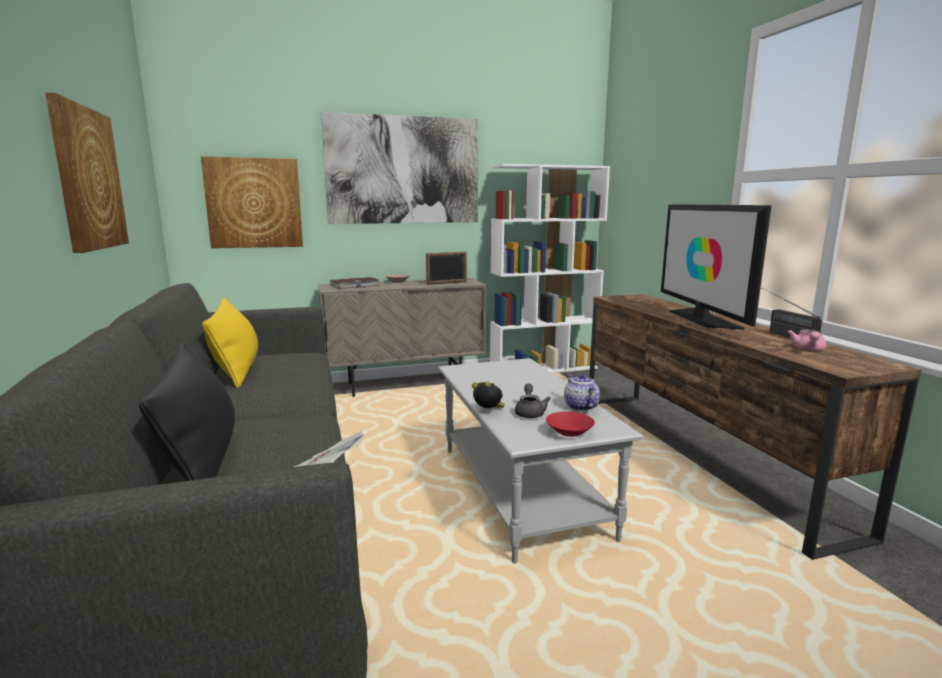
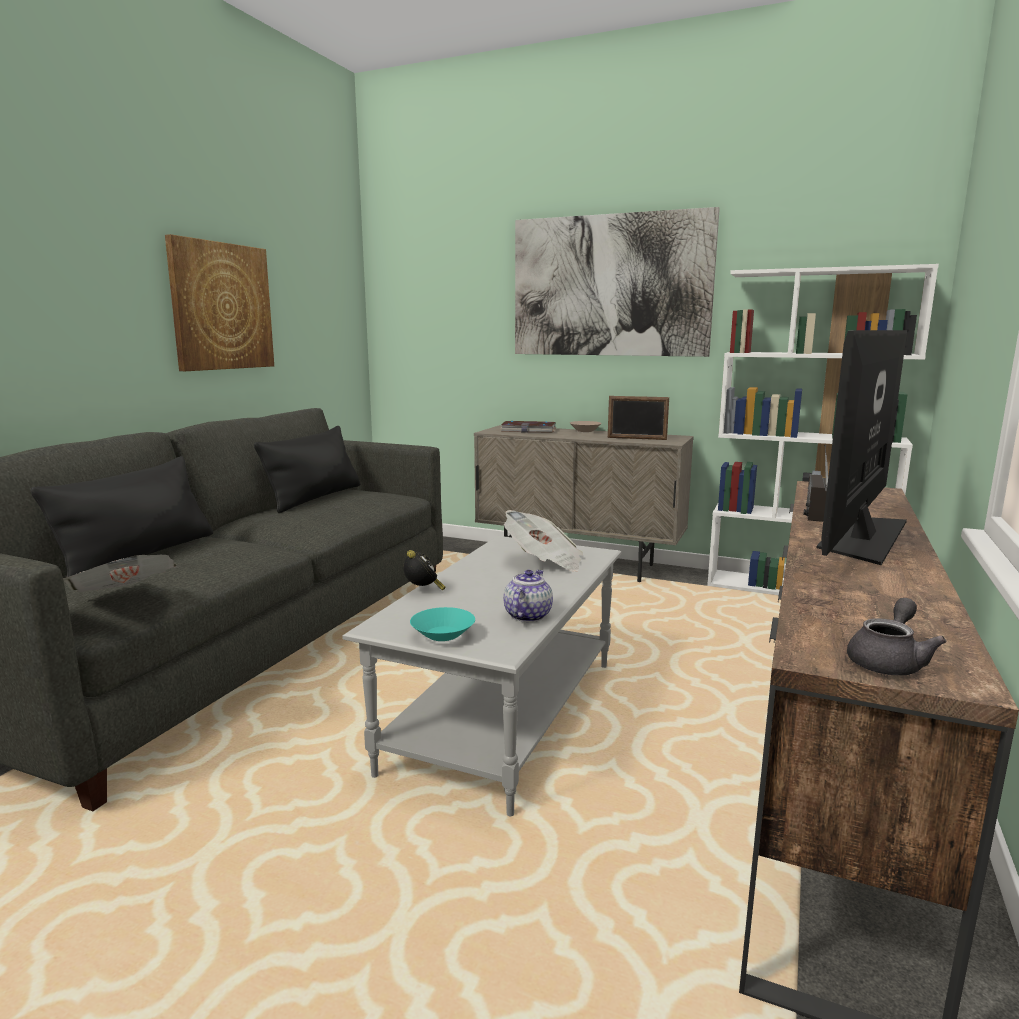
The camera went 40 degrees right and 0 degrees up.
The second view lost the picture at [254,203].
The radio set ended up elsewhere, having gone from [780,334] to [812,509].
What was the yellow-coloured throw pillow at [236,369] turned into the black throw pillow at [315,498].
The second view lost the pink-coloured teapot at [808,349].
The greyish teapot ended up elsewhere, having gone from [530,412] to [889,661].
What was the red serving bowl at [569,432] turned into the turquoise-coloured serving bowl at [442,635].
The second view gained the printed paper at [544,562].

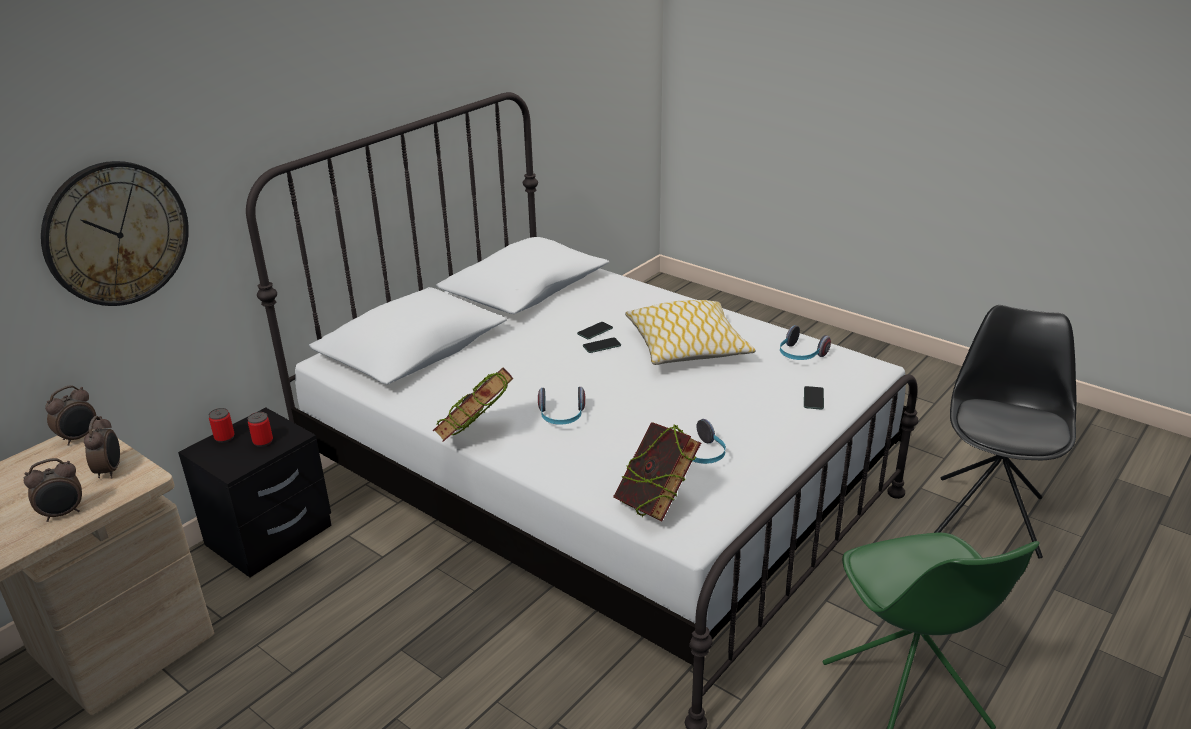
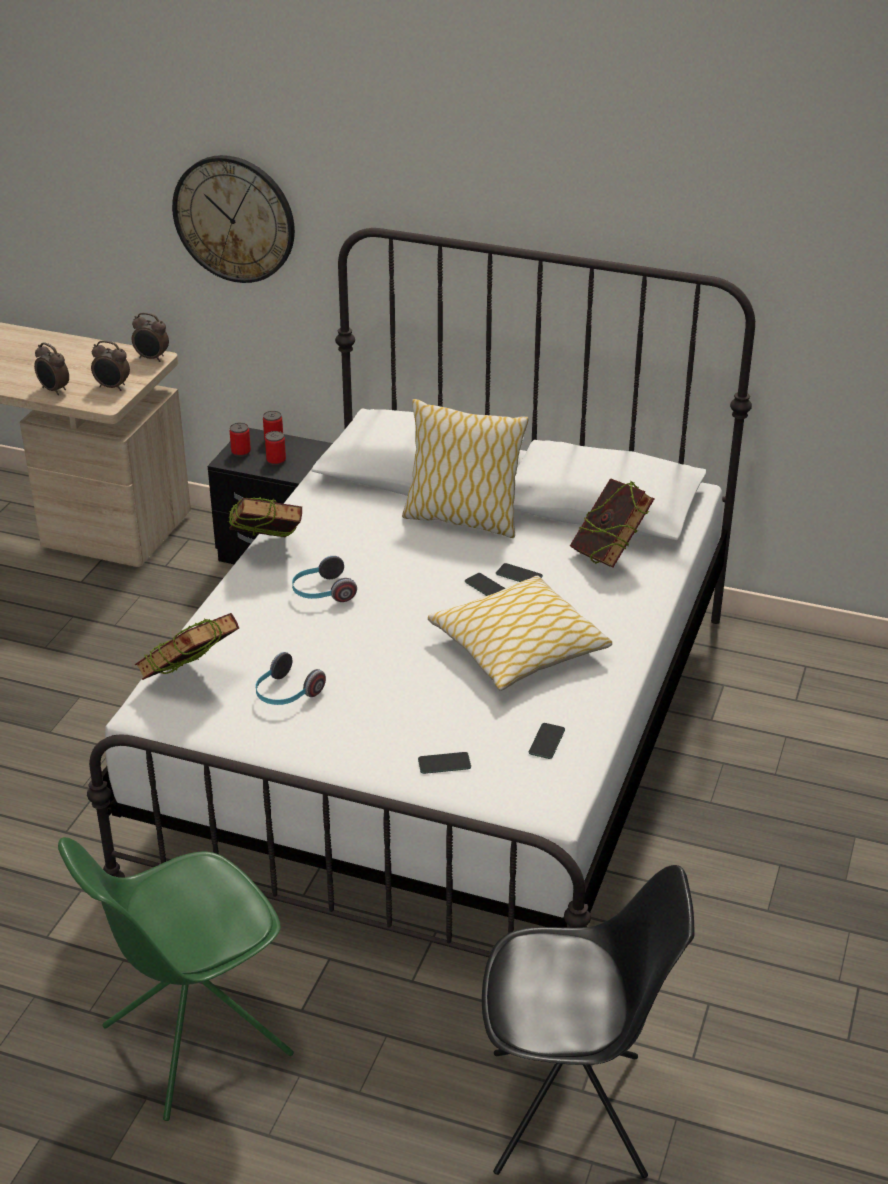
The camera went 70 degrees right and 5 degrees up.
Where the headphones stood at [800,356], the telephone came to stand at [546,741].
The alarm clock at [110,470] ended up facing another way, 45 degrees clockwise from before.
The second view gained the throw pillow at [462,519].
The second view gained the sealed can at [241,452].
The second view gained the volume at [609,555].

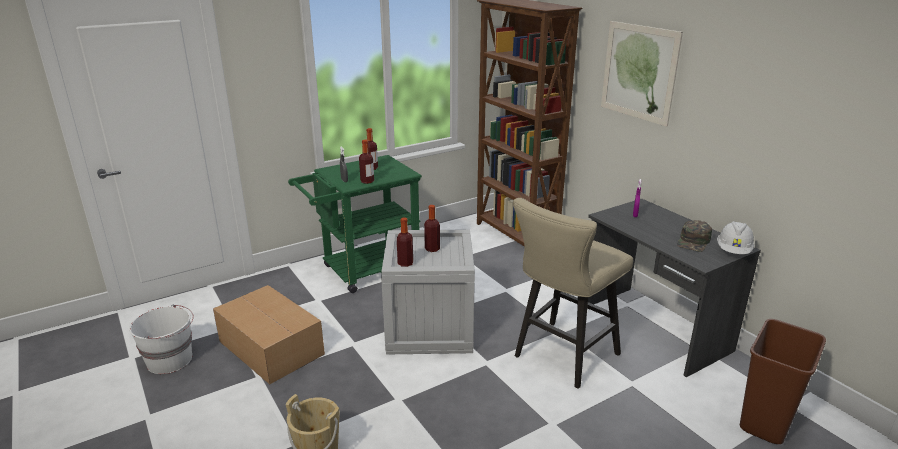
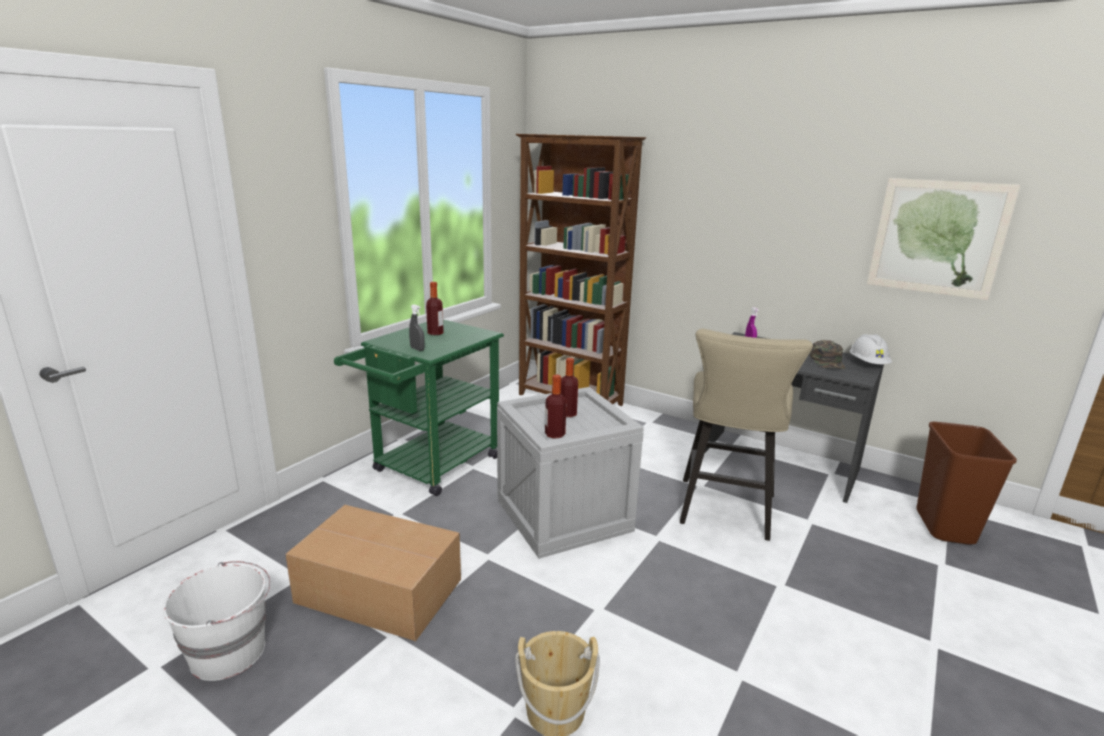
The camera went 25 degrees left and 5 degrees down.
The picture ended up elsewhere, having gone from [639,72] to [937,238].
The second view lost the drink bottle at [367,181].

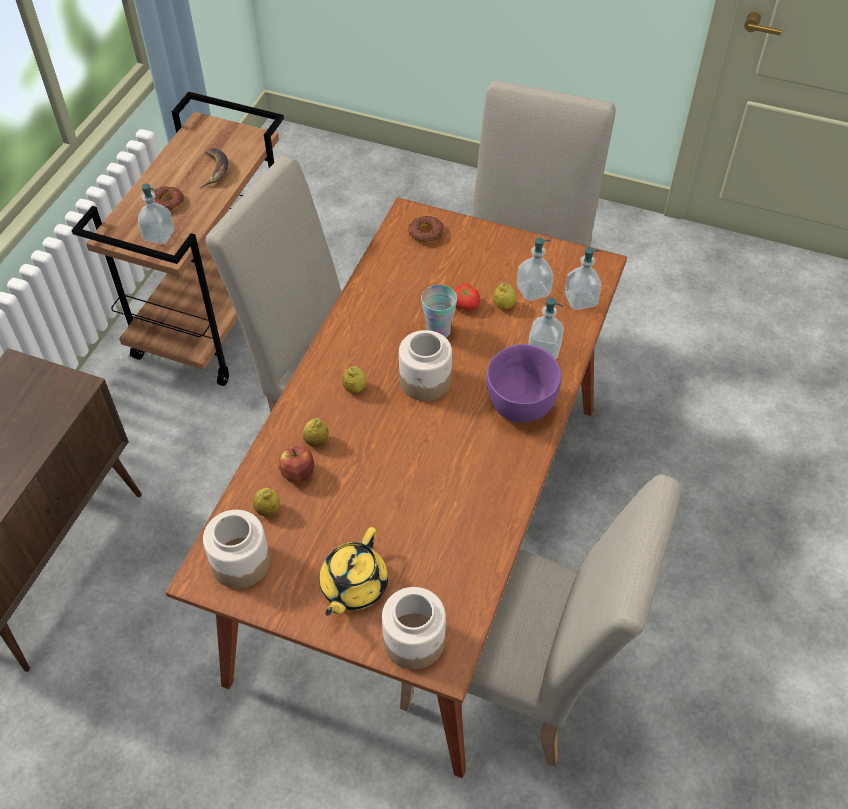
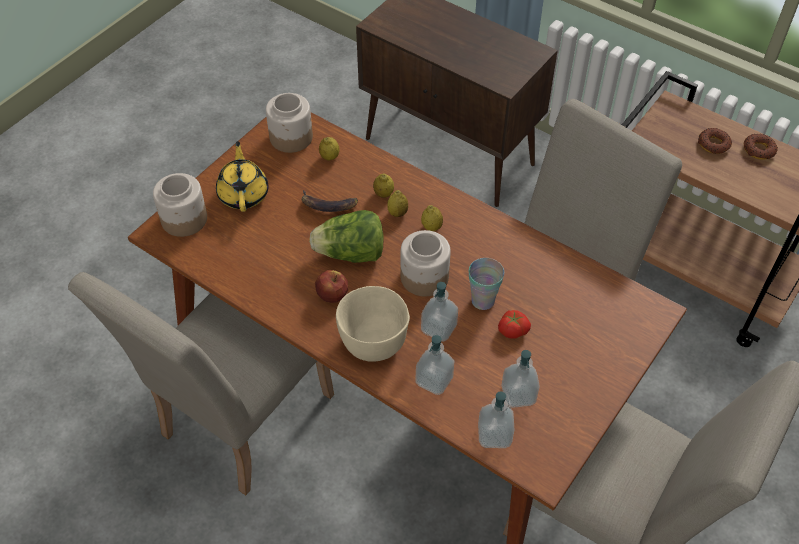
The camera went 105 degrees right and 0 degrees up.
The banana fruit ended up elsewhere, having gone from [215,170] to [327,205].
The soap bottle ended up elsewhere, having gone from [159,235] to [439,328].
The donut ended up elsewhere, having gone from [426,233] to [759,150].
The whole lemon ended up elsewhere, having gone from [504,305] to [397,213].
What was the purplish serving bowl at [519,405] turned into the beige serving bowl at [373,341].
The apple fruit ended up elsewhere, having gone from [297,474] to [332,295].
The yellow-coloured teapot at [353,586] ended up facing another way, 45 degrees clockwise from before.
The second view gained the lettuce head at [351,254].

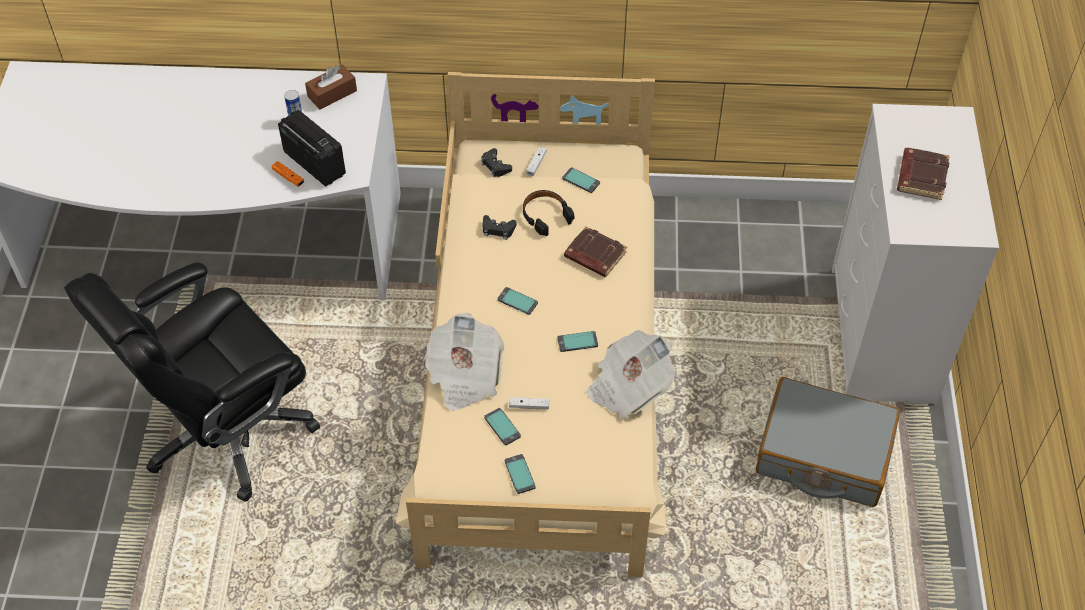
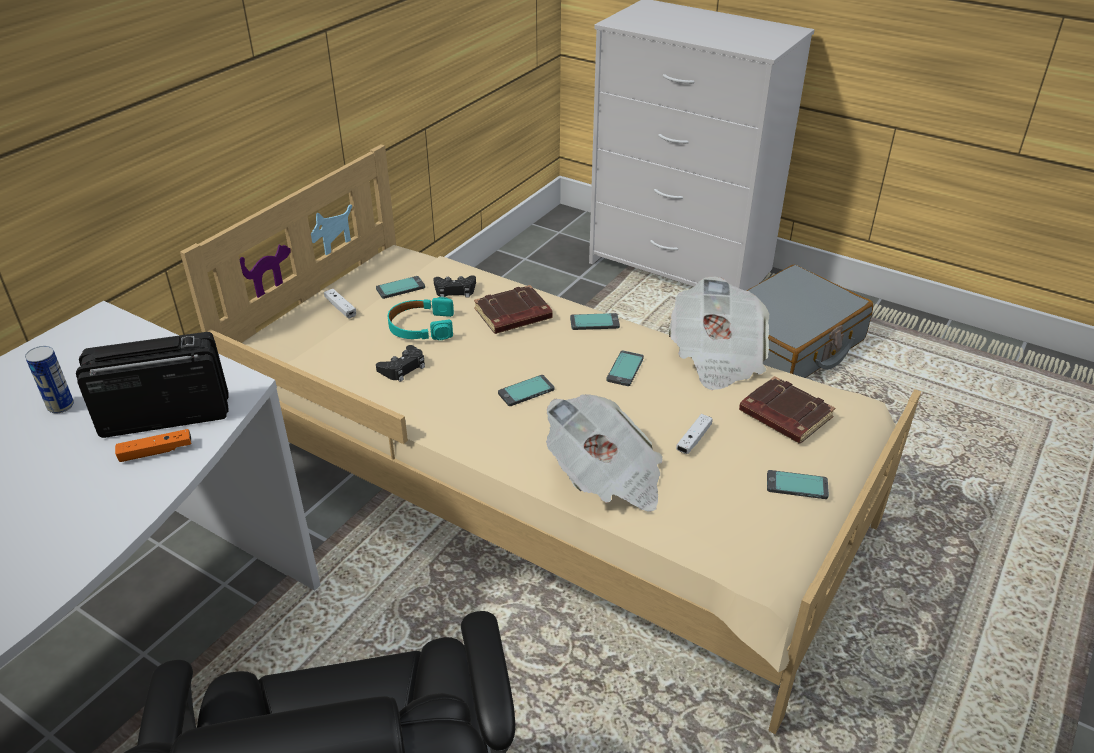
The camera went 60 degrees left and 15 degrees down.
The second view lost the brownish box of tissues at [332,94].
The black game controller ended up elsewhere, having gone from [495,166] to [455,290].
The brownish volume ended up elsewhere, having gone from [921,176] to [783,415].
What was the black headphones at [545,215] turned into the turquoise-coloured headphones at [421,327].
The telephone ended up elsewhere, having gone from [502,427] to [594,322].

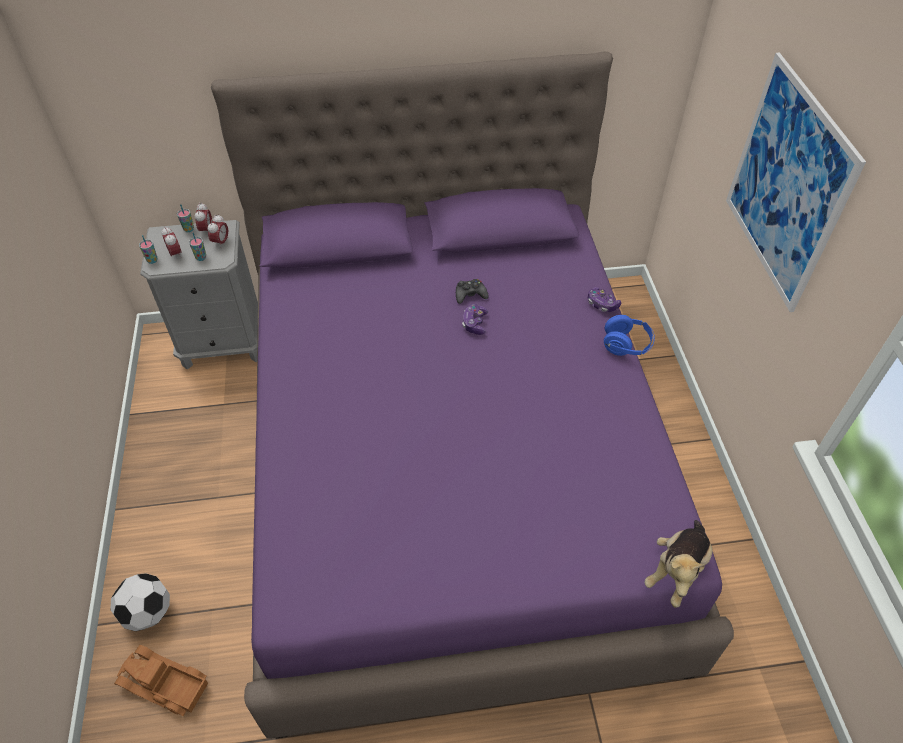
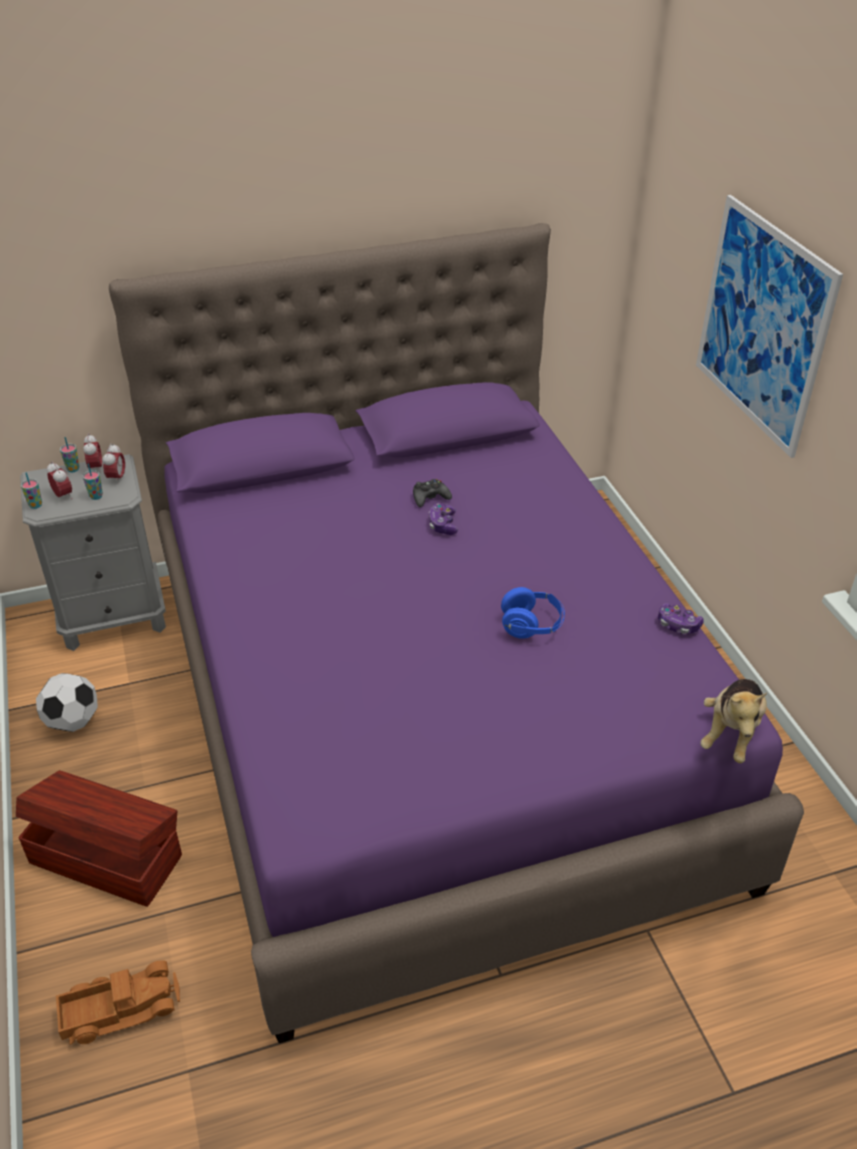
The camera went 10 degrees left and 10 degrees down.
The game controller ended up elsewhere, having gone from [602,304] to [678,625].
The blue-coloured headphones ended up elsewhere, having gone from [626,345] to [531,626].
The ball for football ended up elsewhere, having gone from [148,612] to [73,722].
The toy truck at [164,685] ended up facing another way, 150 degrees clockwise from before.
The second view gained the brownish storage bin at [106,857].

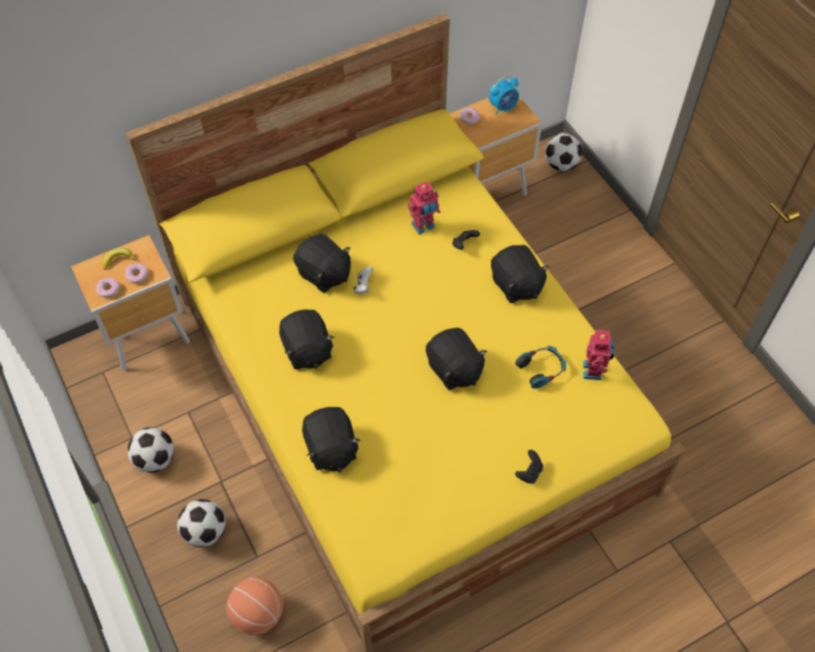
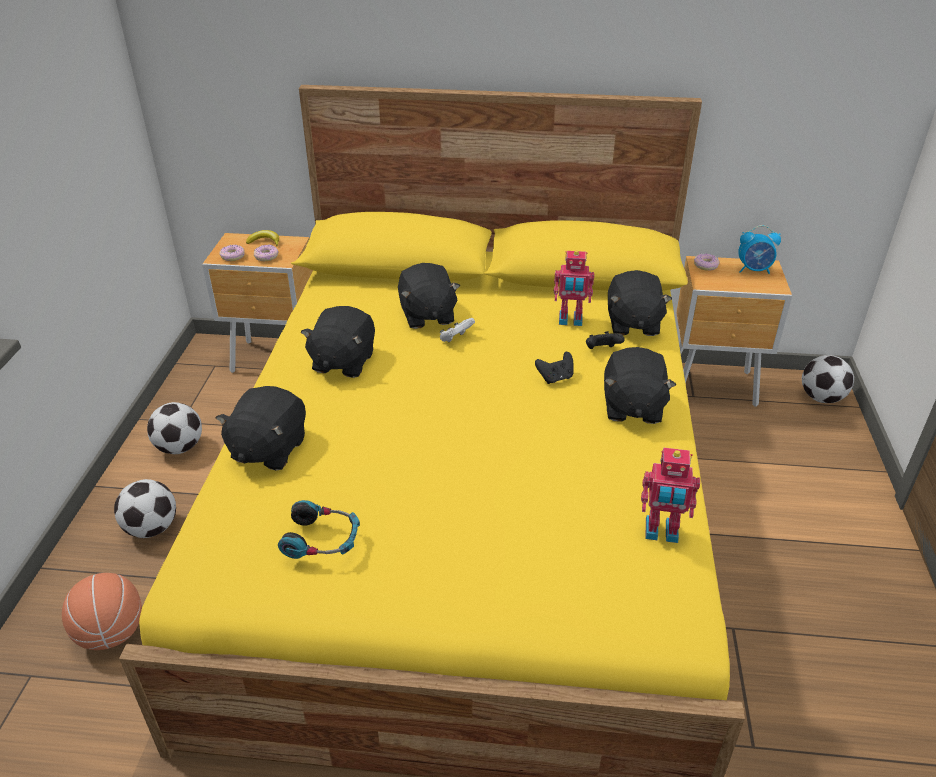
The camera went 35 degrees right and 20 degrees down.
The black soft toy ended up elsewhere, having gone from [454,369] to [632,324].
The toy robot at [594,371] ended up facing another way, 60 degrees clockwise from before.
The headphones ended up elsewhere, having gone from [541,369] to [322,540].
The black game controller ended up elsewhere, having gone from [529,472] to [555,378].

